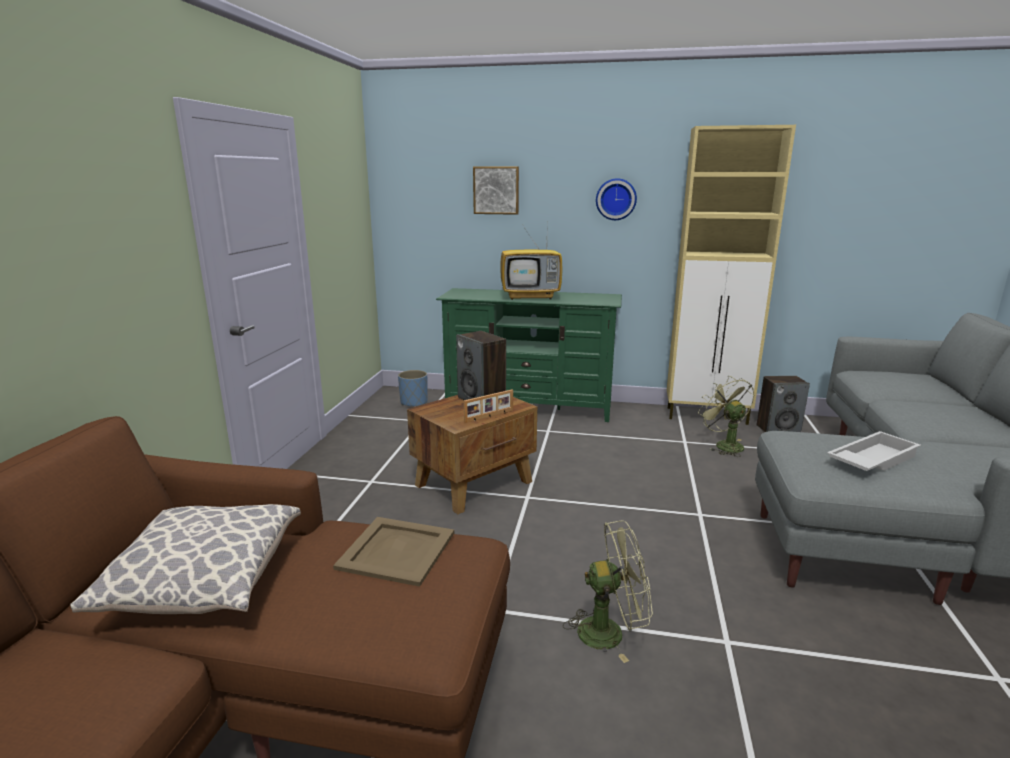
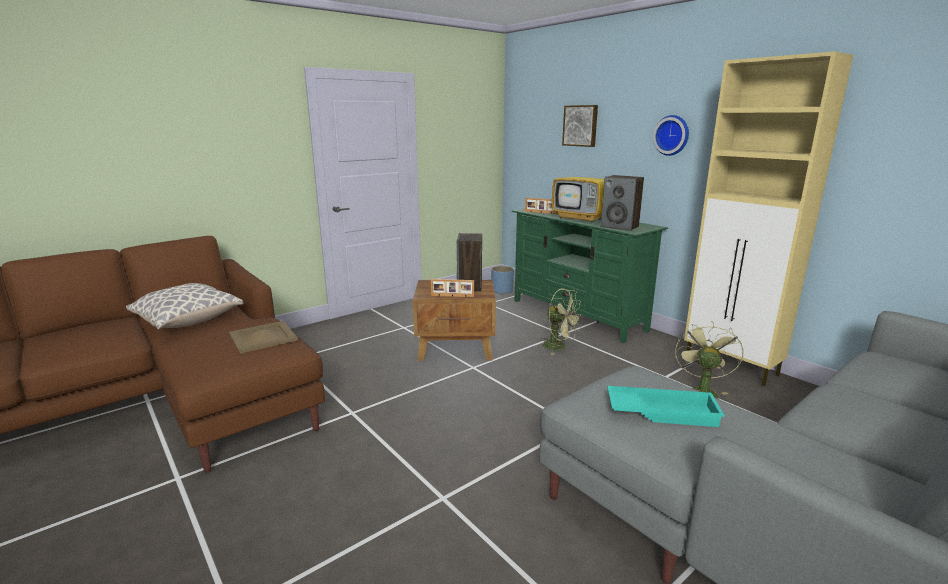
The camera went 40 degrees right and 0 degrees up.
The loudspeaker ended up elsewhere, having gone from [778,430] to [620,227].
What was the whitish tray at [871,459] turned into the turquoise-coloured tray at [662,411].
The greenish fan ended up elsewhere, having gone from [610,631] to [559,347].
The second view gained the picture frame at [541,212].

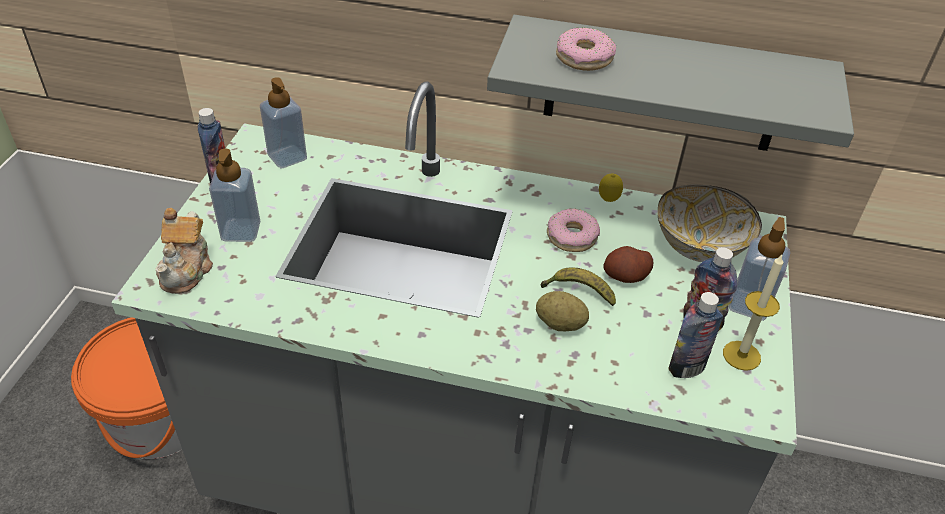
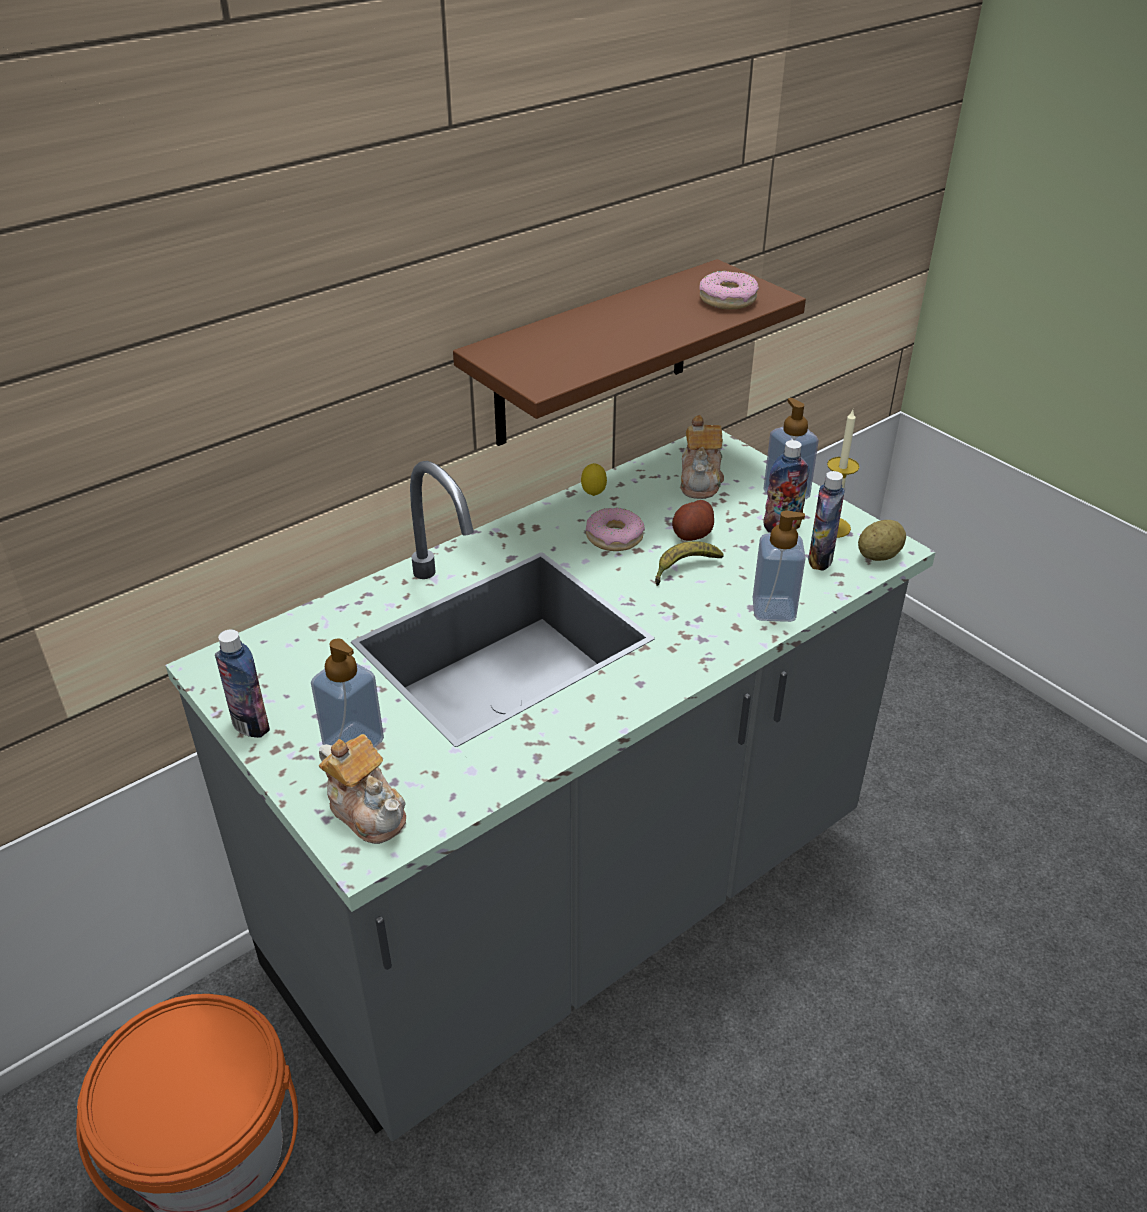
The camera went 50 degrees left and 5 degrees down.
What was the greyish shelf at [663,85] turned into the brownish shelf at [593,355].
The donut ended up elsewhere, having gone from [584,58] to [727,299].
The soap bottle ended up elsewhere, having gone from [287,157] to [773,609].
Where the serving bowl stood at [701,247], the teapot came to stand at [701,481].
The potato ended up elsewhere, having gone from [560,324] to [879,556].

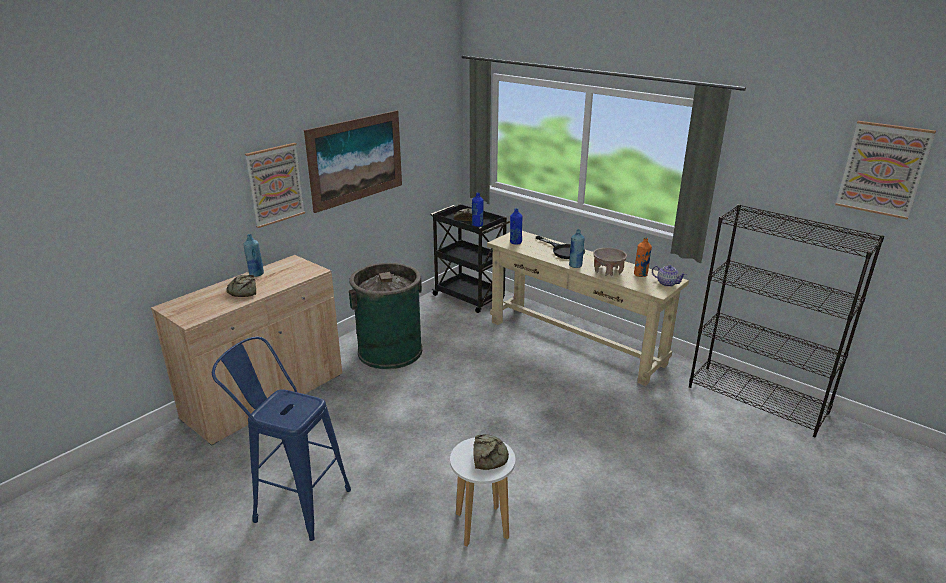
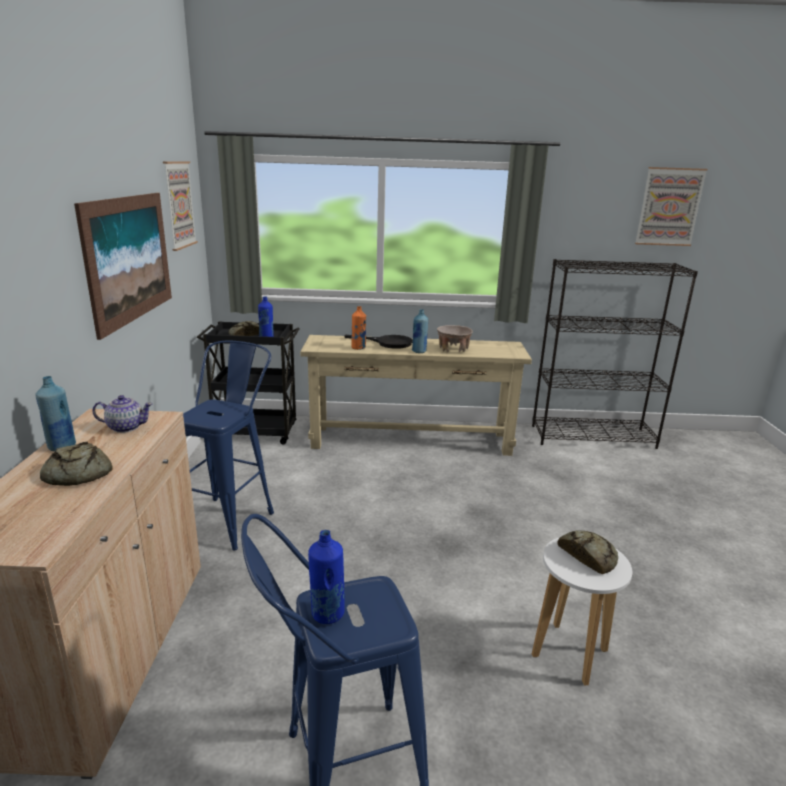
The camera went 40 degrees left and 5 degrees down.
The picture ended up elsewhere, having gone from [275,184] to [179,205].
The blue-coloured drink bottle ended up elsewhere, having gone from [515,242] to [327,614].
The orangey drink bottle ended up elsewhere, having gone from [640,275] to [358,348].
Where the greenish rubbish bin stood at [390,351], the blue-coloured sitting stool came to stand at [231,517].
The teapot ended up elsewhere, having gone from [667,283] to [125,427].

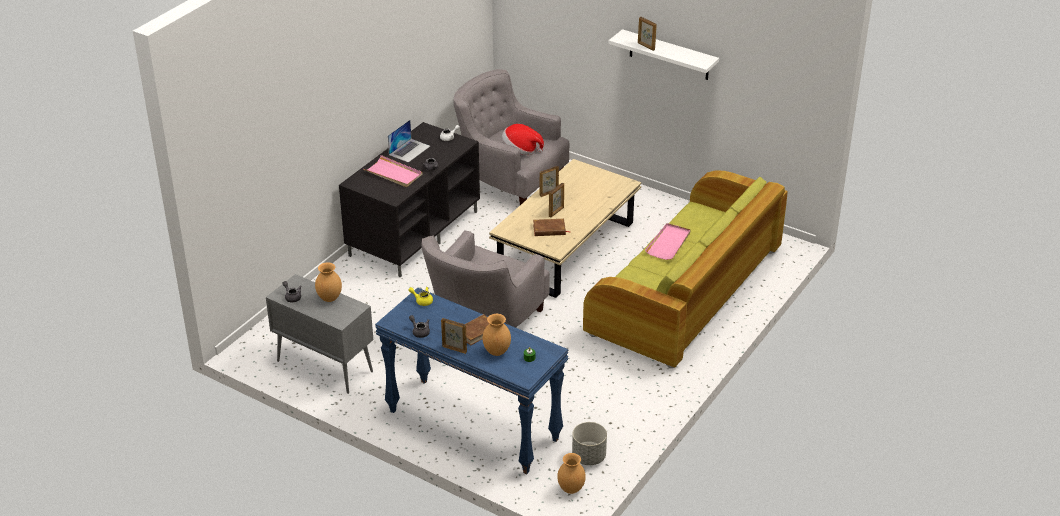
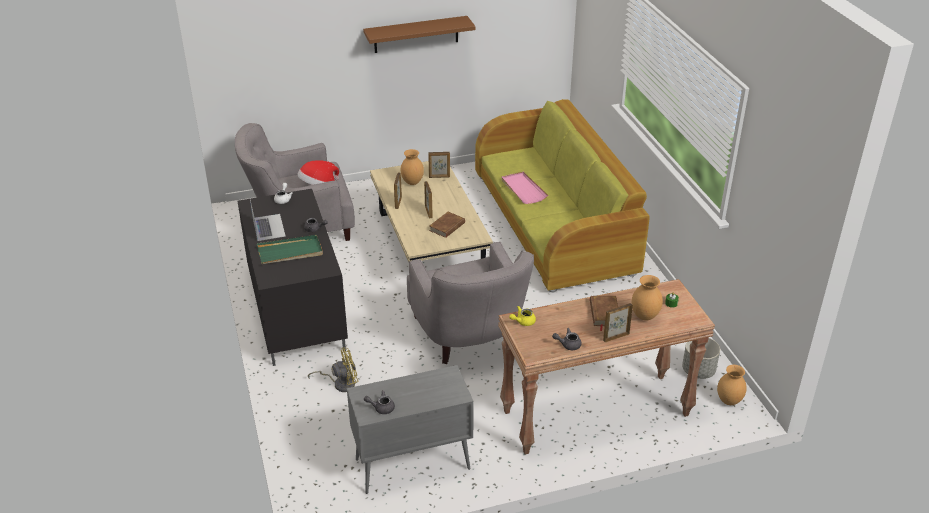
The camera went 50 degrees left and 0 degrees up.
The picture frame ended up elsewhere, having gone from [646,46] to [439,177].
What was the whitish shelf at [669,55] turned into the brownish shelf at [416,34].
What was the pink-coloured tray at [393,174] turned into the greenish tray at [290,252].
The brownish decorative vase ended up elsewhere, having gone from [330,298] to [412,182].
What was the blue-coloured narrow table at [472,426] turned into the brownish narrow table at [595,414].
The second view gained the yellow-coloured fan at [340,383].

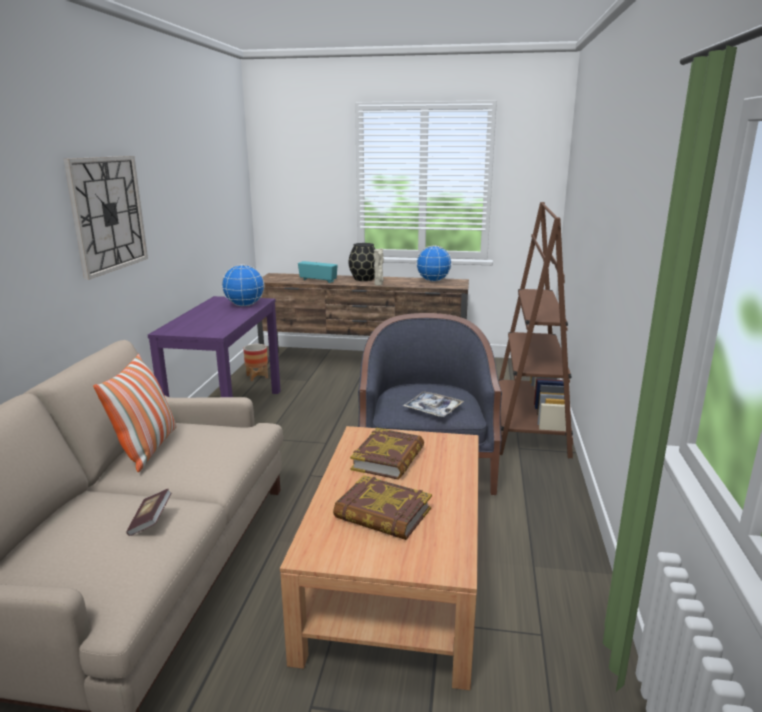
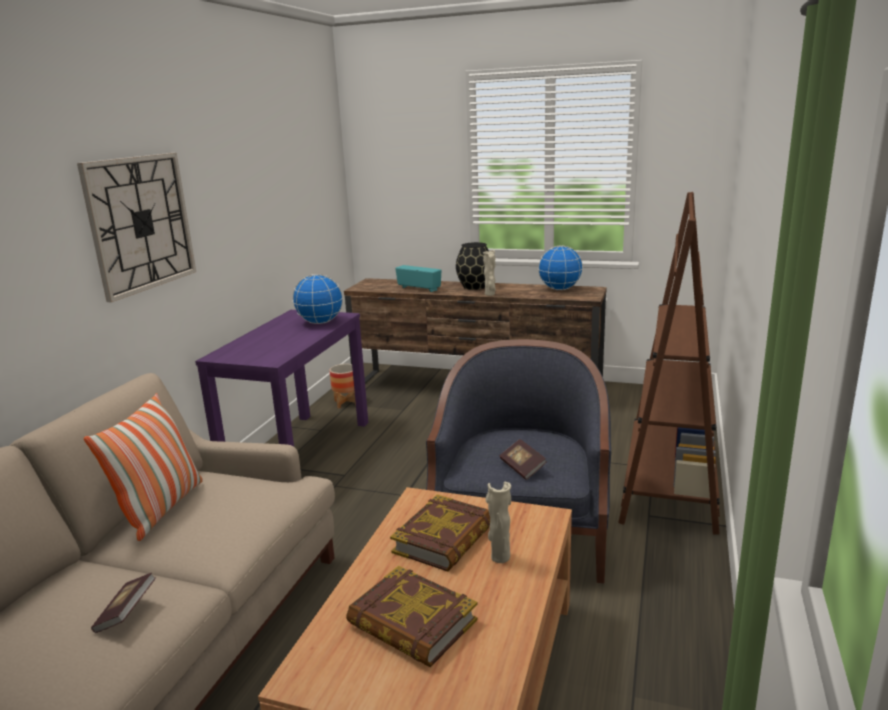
The camera went 10 degrees right and 0 degrees up.
Where the tray stood at [433,409], the volume came to stand at [522,468].
The second view gained the beige decorative vase at [500,557].

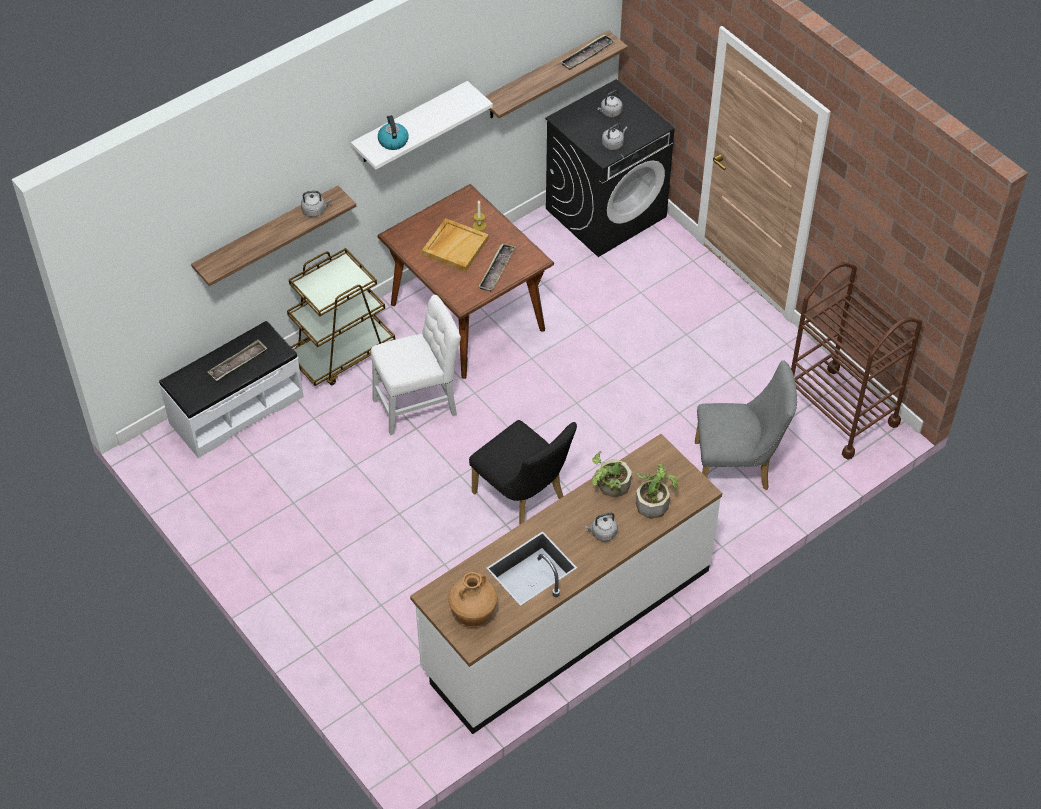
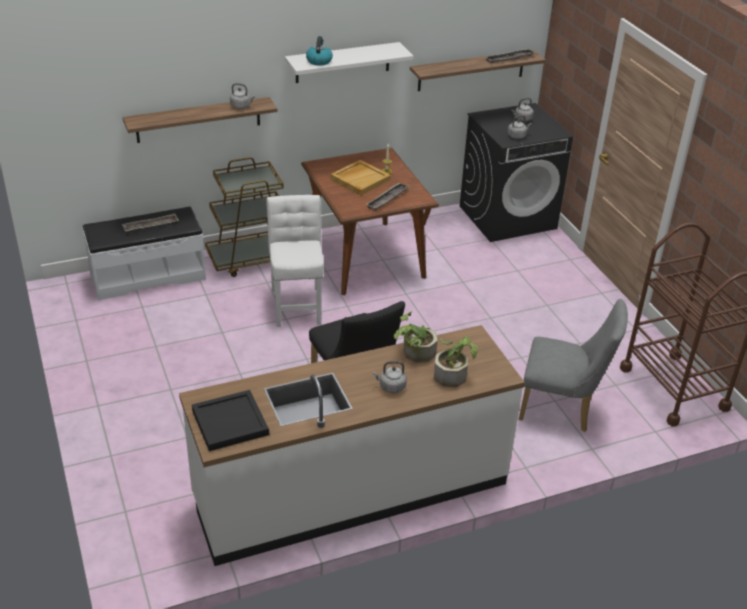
The camera went 15 degrees right and 15 degrees down.
The whitish upright chair at [419,404] ended up facing another way, 90 degrees counterclockwise from before.
Where the brownish decorative vase stood at [473,615], the black tray came to stand at [229,423].

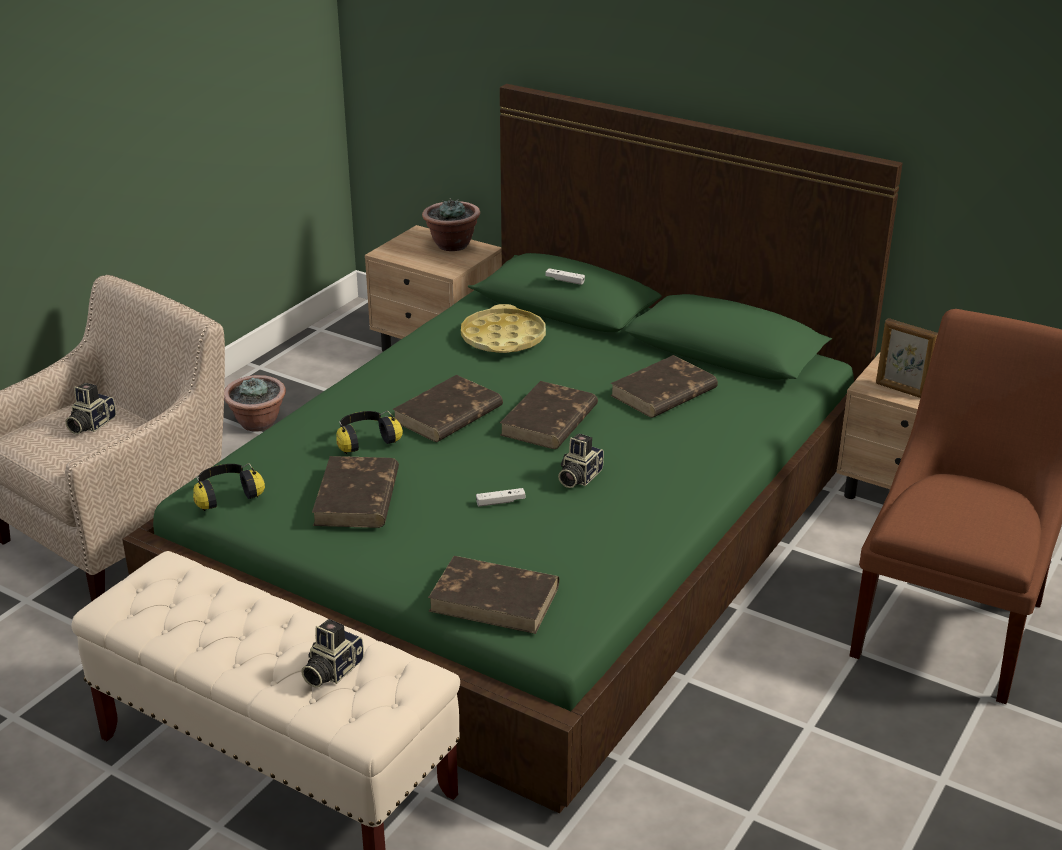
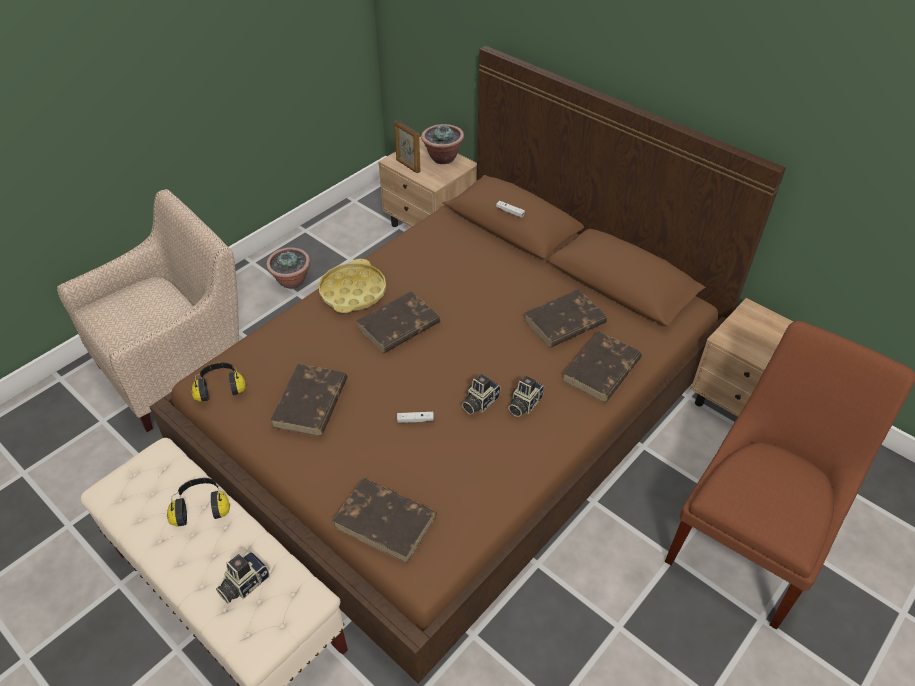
The camera went 10 degrees right and 15 degrees up.
What was the greenish sleeping bed at [533,528] turned into the brownish sleeping bed at [459,402].
The yellow-coloured tray ended up elsewhere, having gone from [503,338] to [353,292].
The picture frame ended up elsewhere, having gone from [901,390] to [408,166].
The brownish volume ended up elsewhere, having gone from [549,421] to [601,370].
The still camera ended up elsewhere, having gone from [90,424] to [523,404].
The headphones ended up elsewhere, having gone from [366,441] to [201,507].

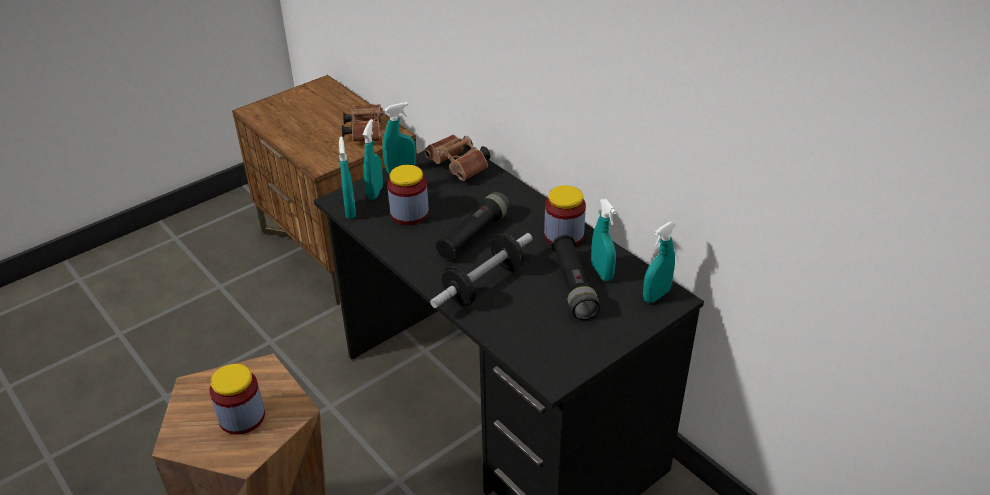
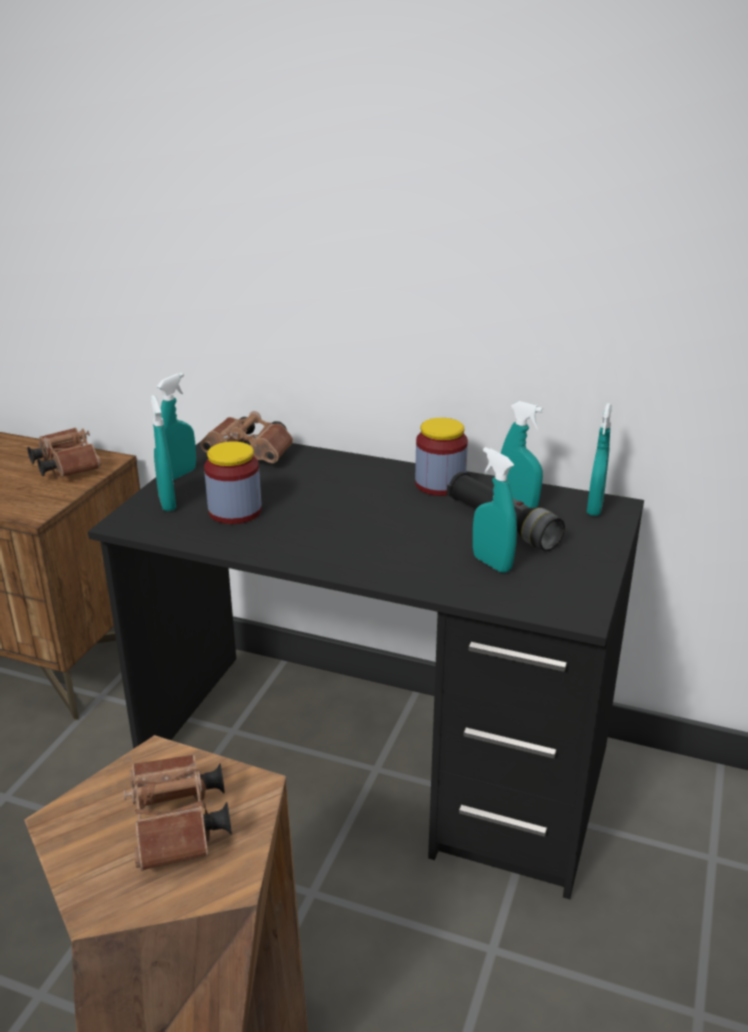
The camera went 30 degrees left and 10 degrees down.
The turquoise-coloured sprayer ended up elsewhere, having gone from [350,211] to [492,563].
The second view lost the black hand torch at [474,235].
The second view lost the free weight at [483,284].
Where the jar stood at [242,417], the brownish binoculars came to stand at [178,828].

